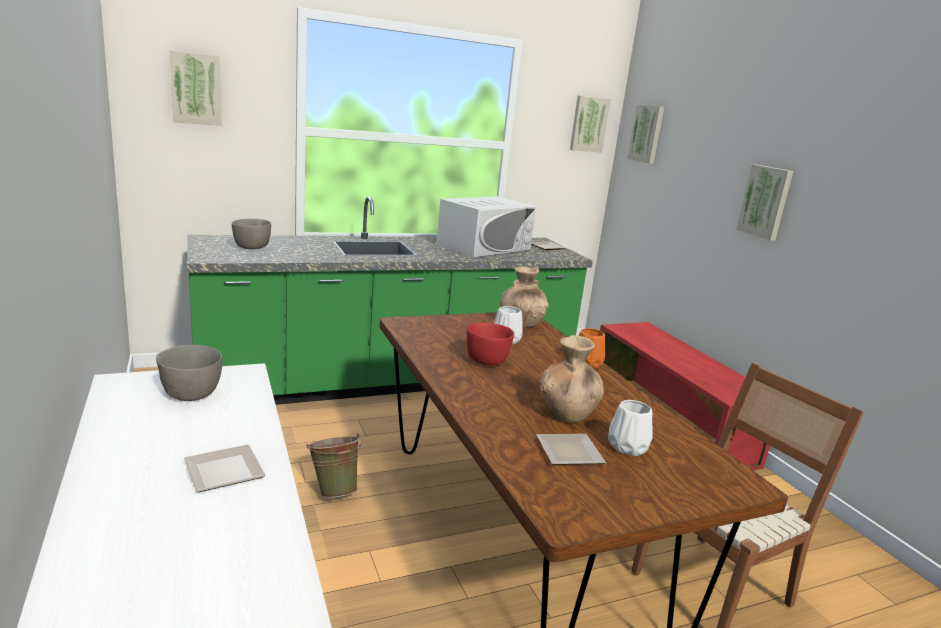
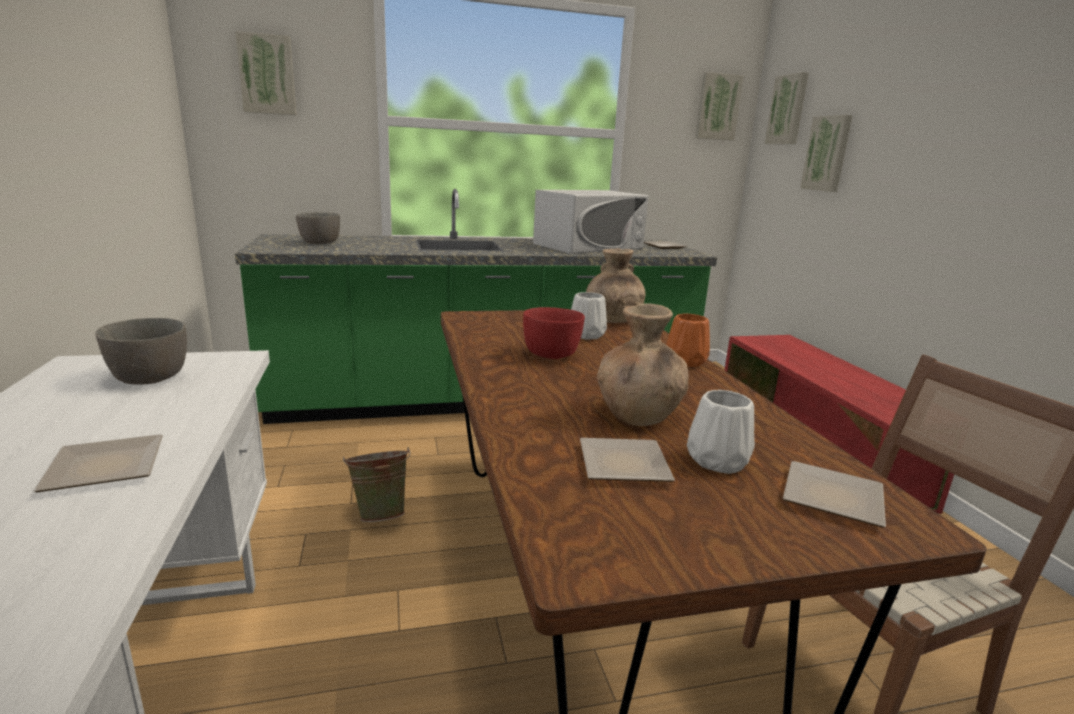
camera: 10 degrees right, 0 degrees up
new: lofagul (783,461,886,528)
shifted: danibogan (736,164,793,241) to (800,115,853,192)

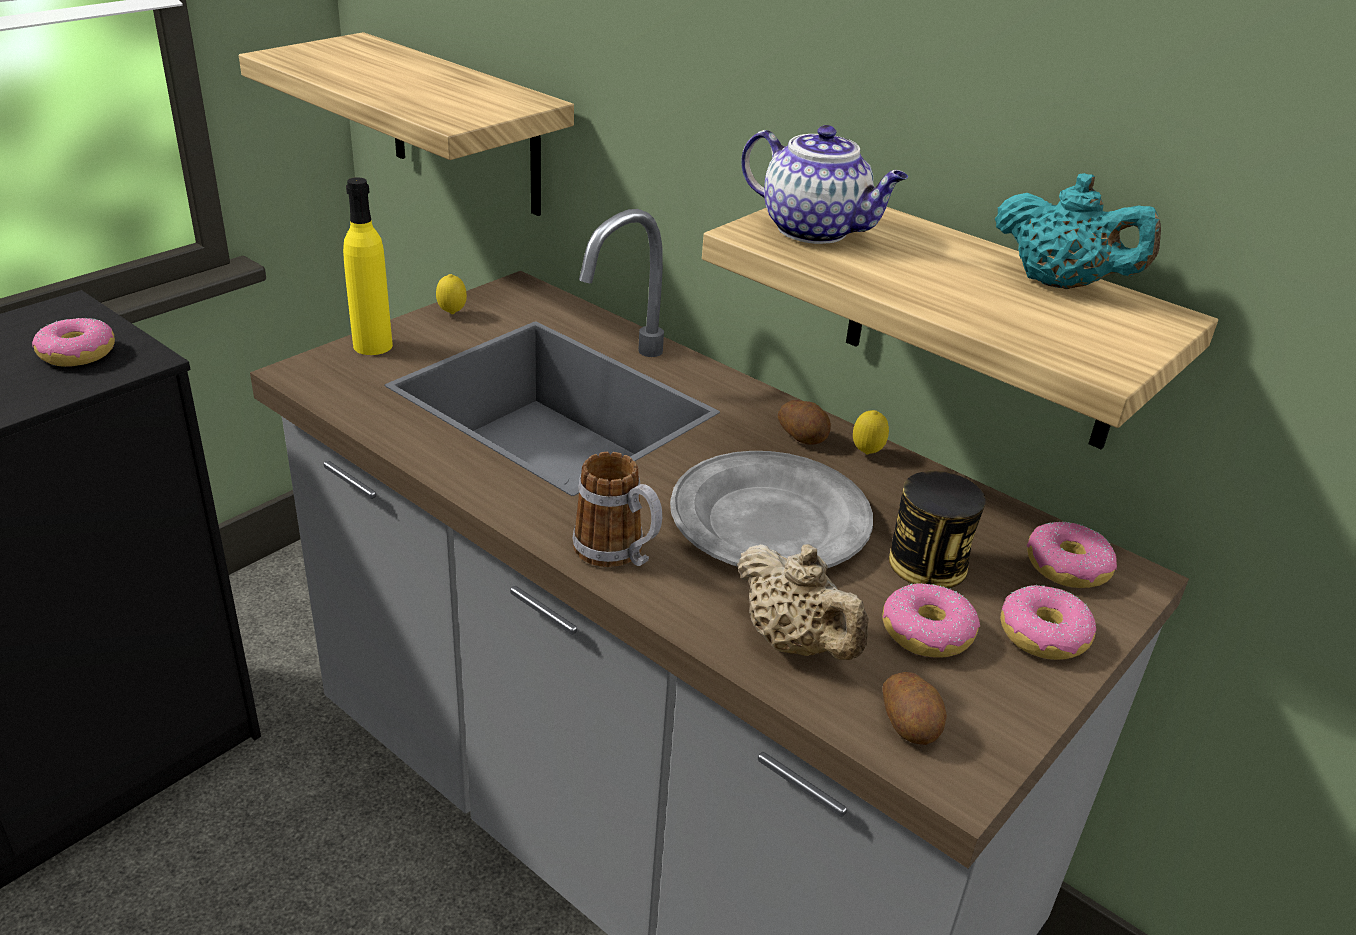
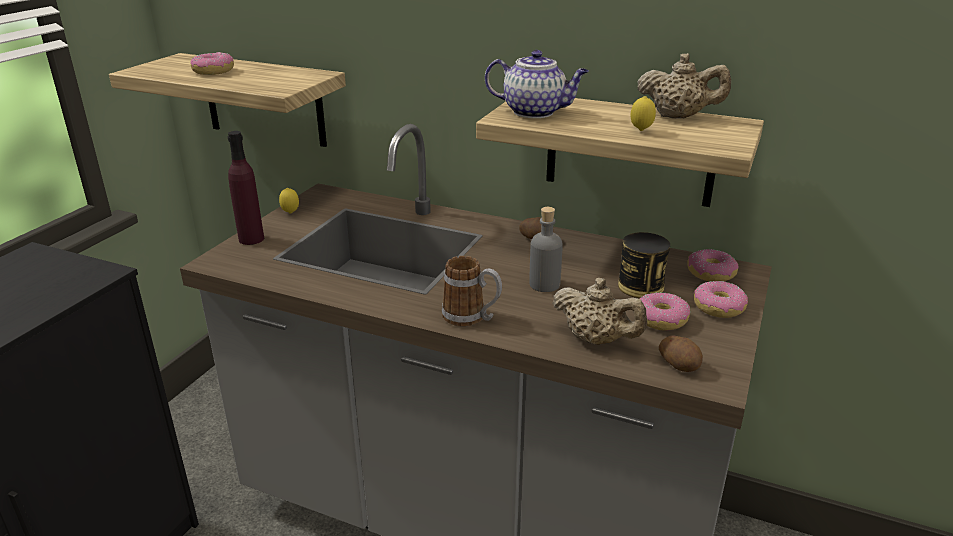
camera: 15 degrees left, 5 degrees down
shifted: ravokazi (32,318,115,367) to (190,52,234,75); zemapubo (853,410,889,455) to (631,96,656,131)
swapped: grey_lofagul (670,451,873,568) to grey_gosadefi (529,207,563,292)
repainted: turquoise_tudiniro (995,173,1161,289) to beige_tudiniro (637,53,731,119); yellow_gosadefi (343,177,393,355) to purple_gosadefi (228,131,264,245)

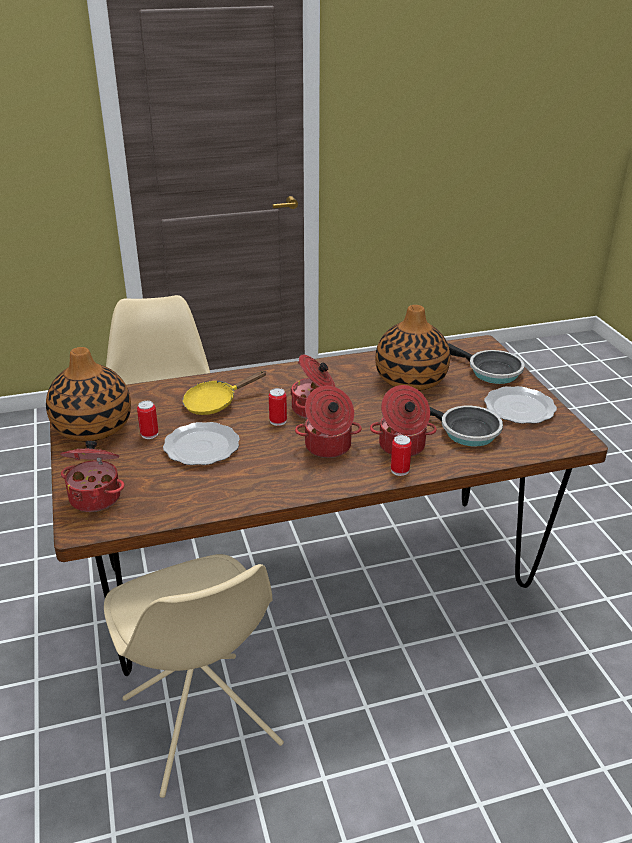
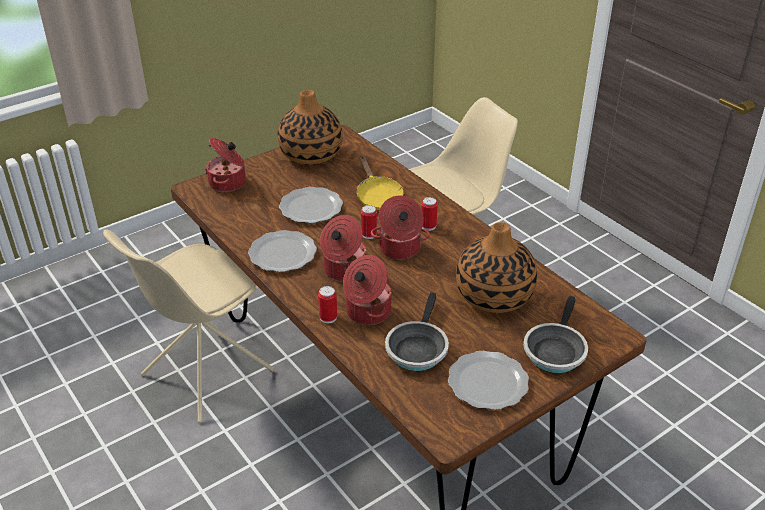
camera: 70 degrees right, 5 degrees up
new: lofagul (248,230,317,272)
shifted: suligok (137,401,159,439) to (421,197,438,231)
rotated: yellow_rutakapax (182,371,267,415) = (357,155,403,210) 150 degrees counterclockwise

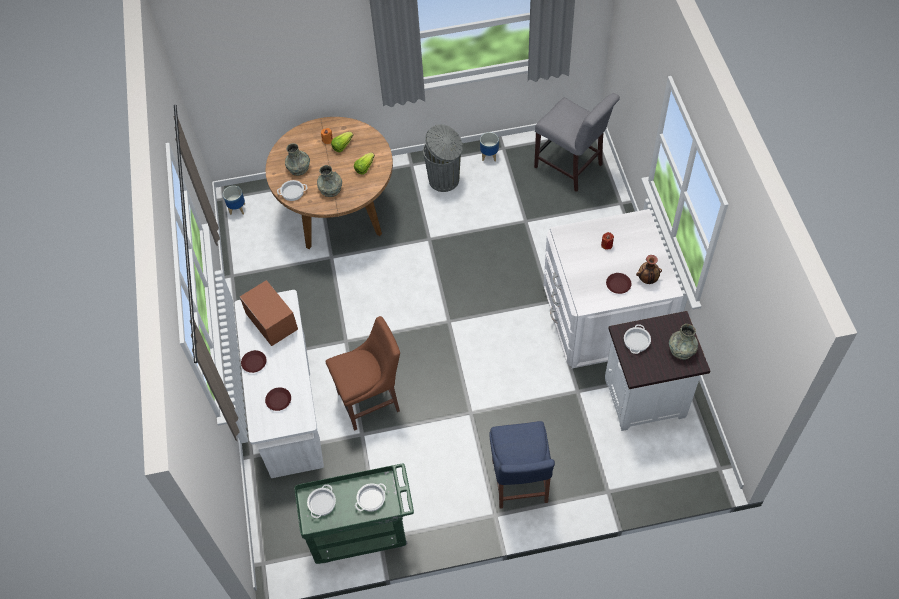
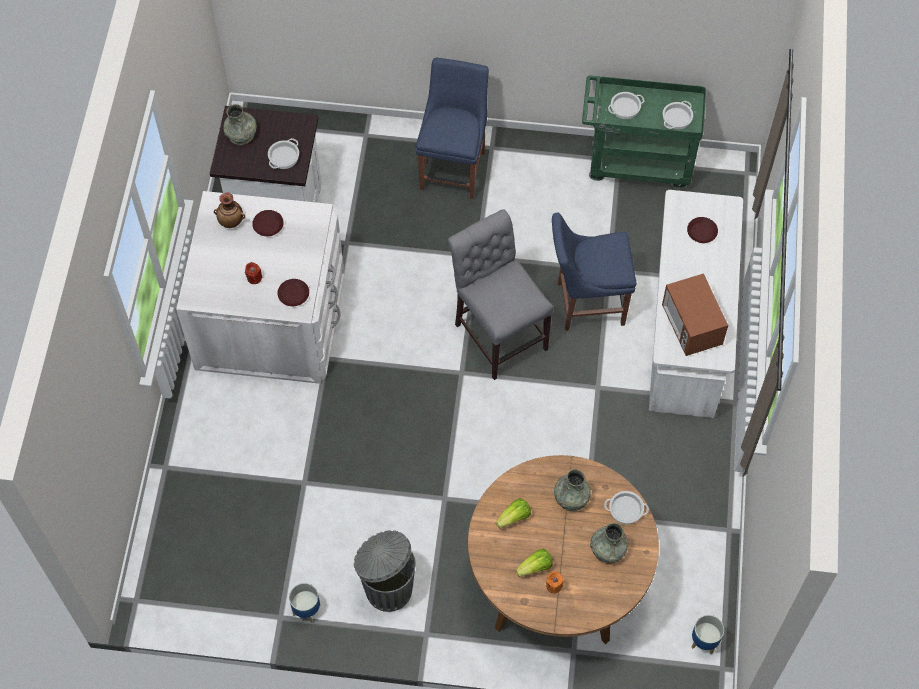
camera: 165 degrees left, 5 degrees up
shifted: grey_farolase (534,93,620,192) to (448,209,554,380); brown_lofagul (241,350,267,373) to (278,279,309,306)
repainted: brown_farolase (326,316,400,431) to blue_farolase (552,213,636,331)

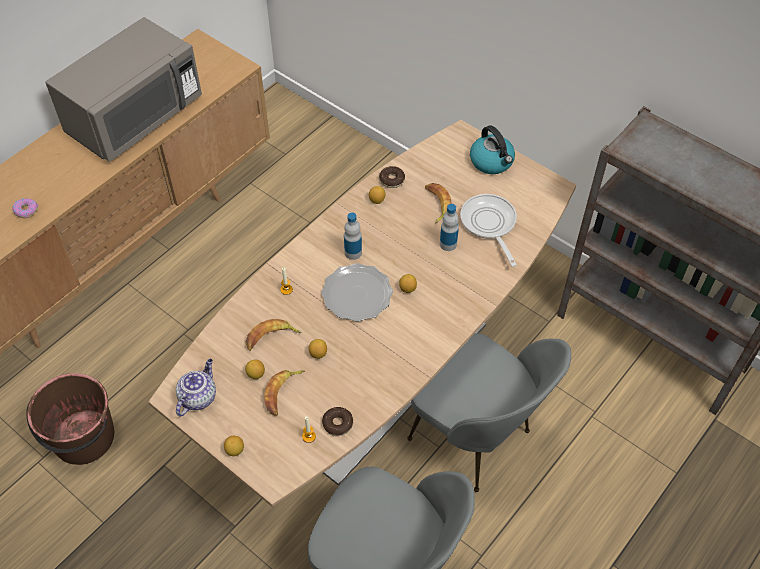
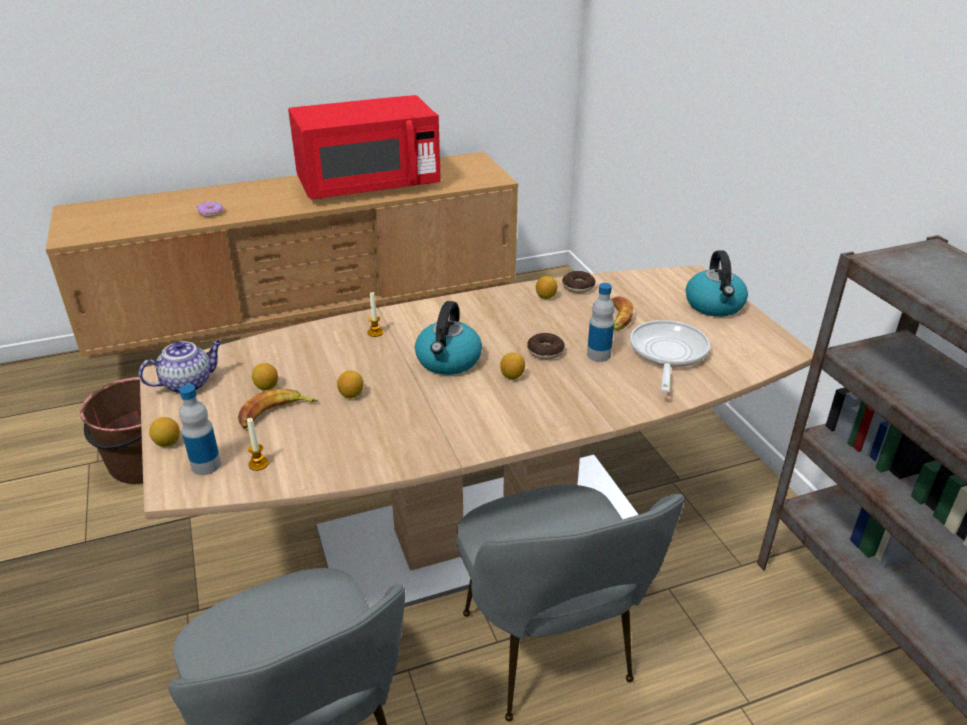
camera: 30 degrees right, 20 degrees down
gone: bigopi (246,319,302,351)
shifted: gosadefi (344,212,362,260) to (179,384,221,475); ravokazi (322,407,353,436) to (527,333,565,359)
swapped: lofagul (321,263,393,322) to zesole (415,301,482,375)
repainted: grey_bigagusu (45,17,202,162) to red_bigagusu (288,95,441,199)

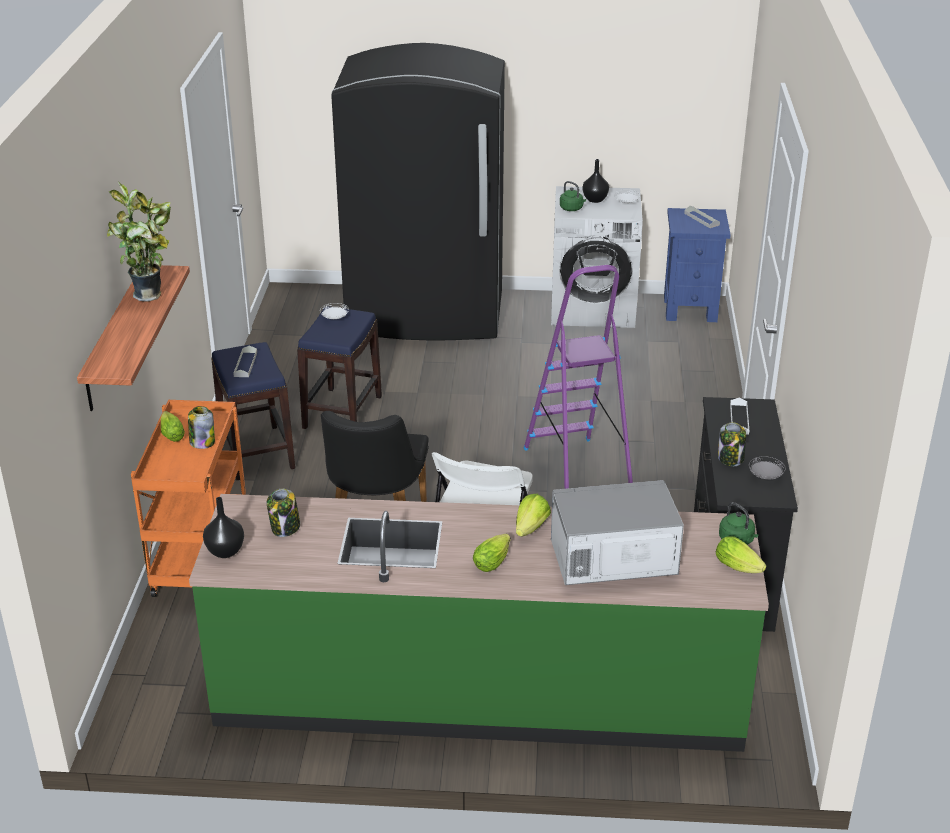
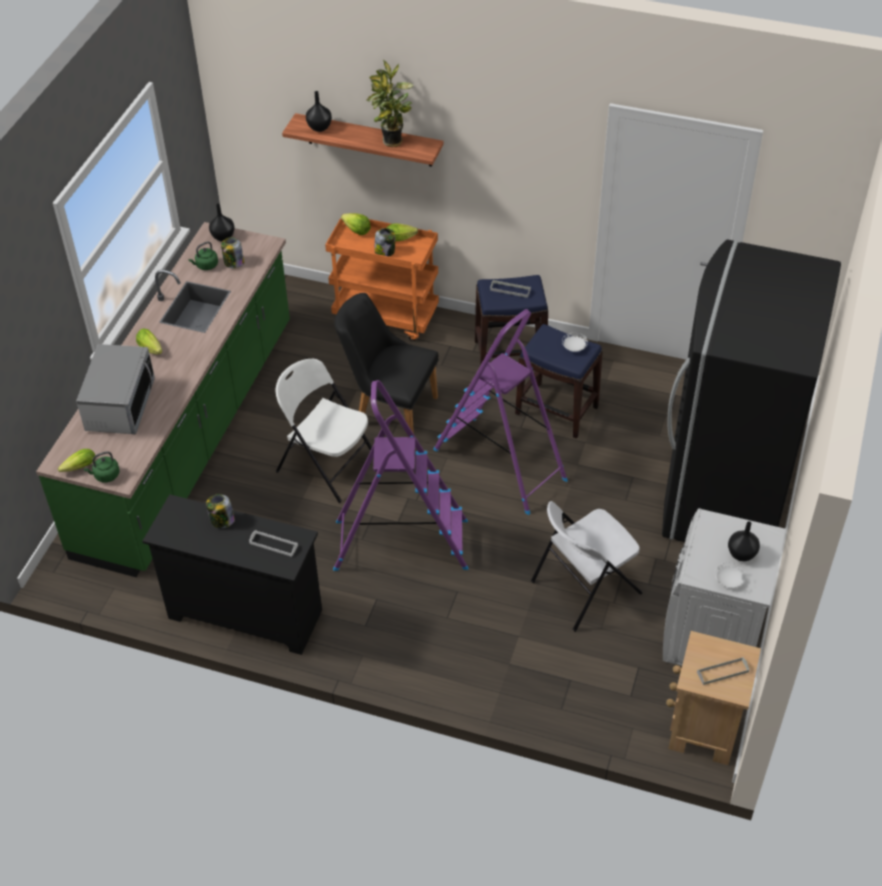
camera: 105 degrees right, 15 degrees up
gone: grey_lofagul (749,456,785,479)
new: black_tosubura (306,91,332,132); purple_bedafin (433,309,568,515); white_farolase (531,501,642,632)
shifted: green_zesole (560,181,586,211) to (189,242,218,270); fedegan (516,494,551,537) to (341,213,371,235)
repainted: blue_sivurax (664,208,731,322) to beige_sivurax (666,631,761,765)

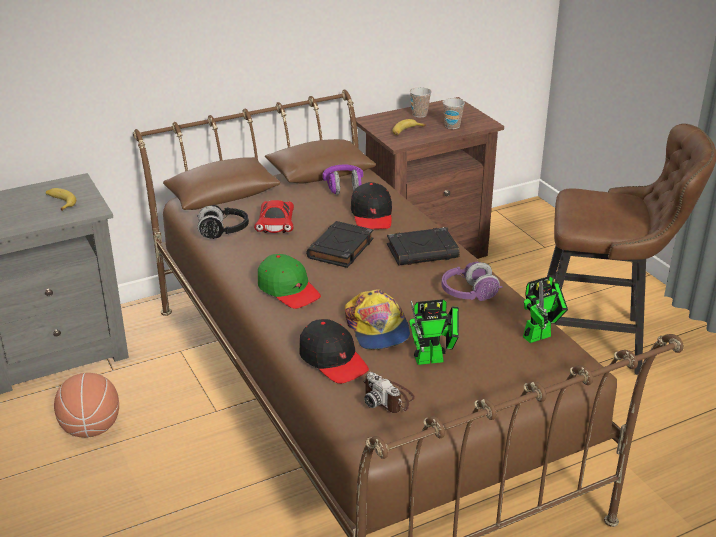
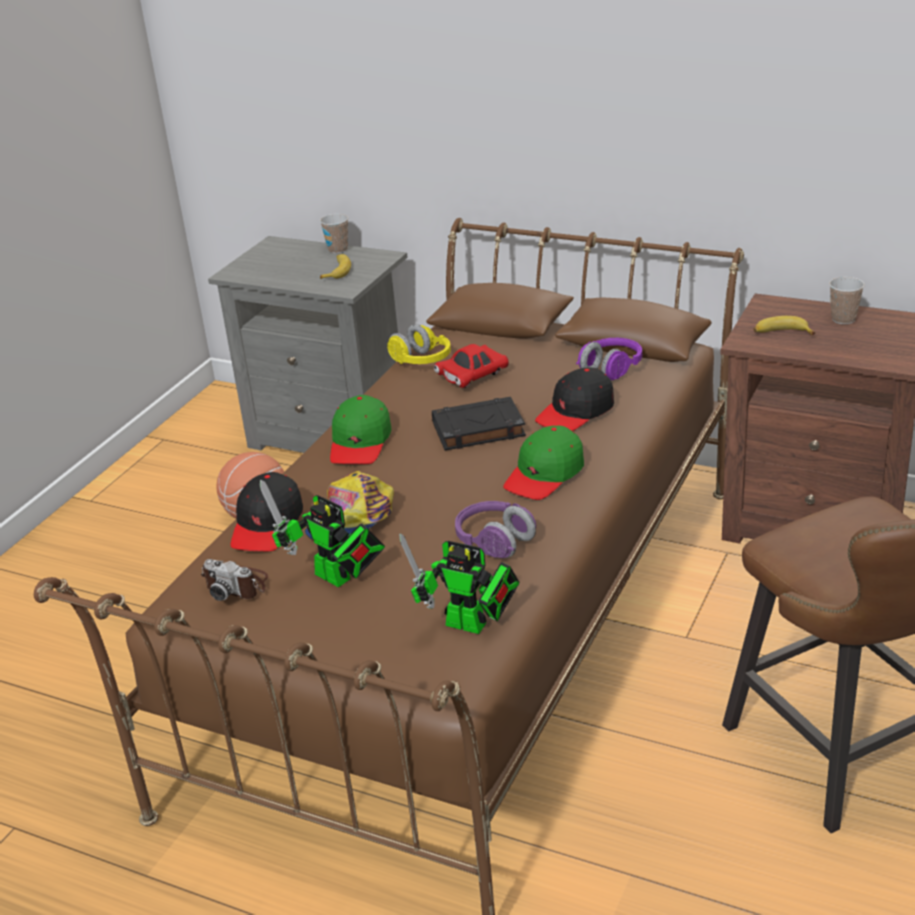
camera: 55 degrees right, 0 degrees up
shifted: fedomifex (443,98,465,129) to (320,214,348,254)
swapped: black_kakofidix (387,227,460,266) to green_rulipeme (503,426,584,500)
repainted: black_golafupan (197,205,249,239) to yellow_golafupan (387,324,451,364)
rotated: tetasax (363,372,415,413) = (201,559,268,601) 75 degrees counterclockwise

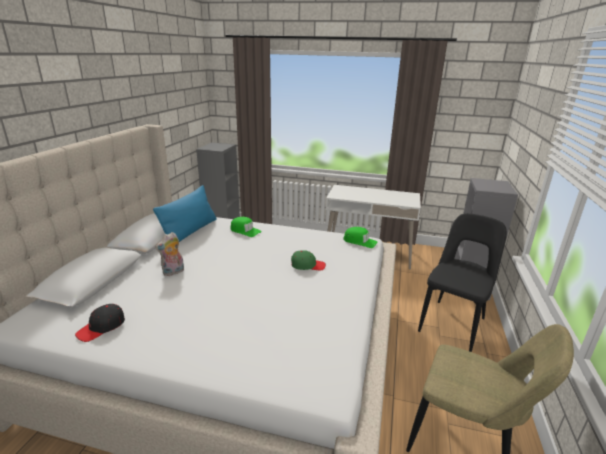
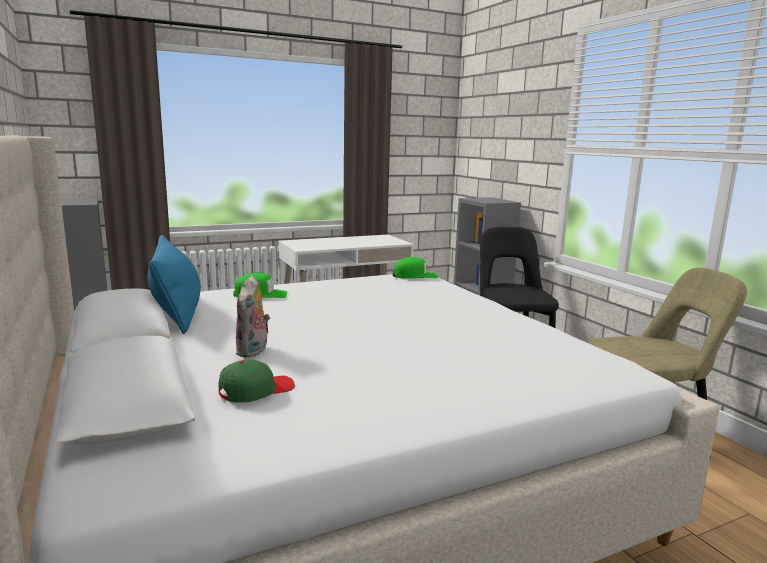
camera: 40 degrees left, 10 degrees down
gone: black_rulipeme (75,304,125,342)
shifted: green_rulipeme (291,250,326,270) to (219,359,295,403)

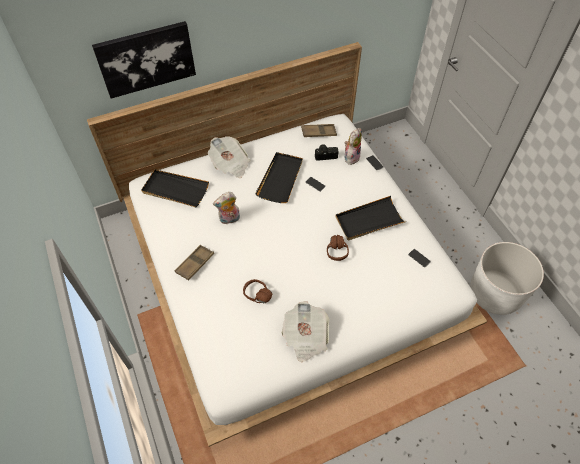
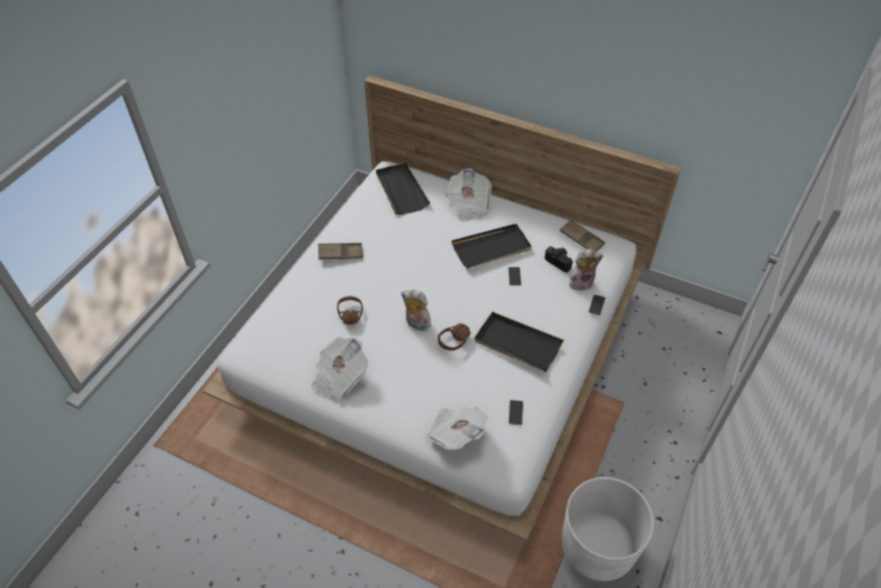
camera: 50 degrees right, 5 degrees down
gone: danibogan (92,21,196,99)
new: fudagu (426,407,488,450)
shifted: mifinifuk (213,192,240,224) to (401,290,431,331)

